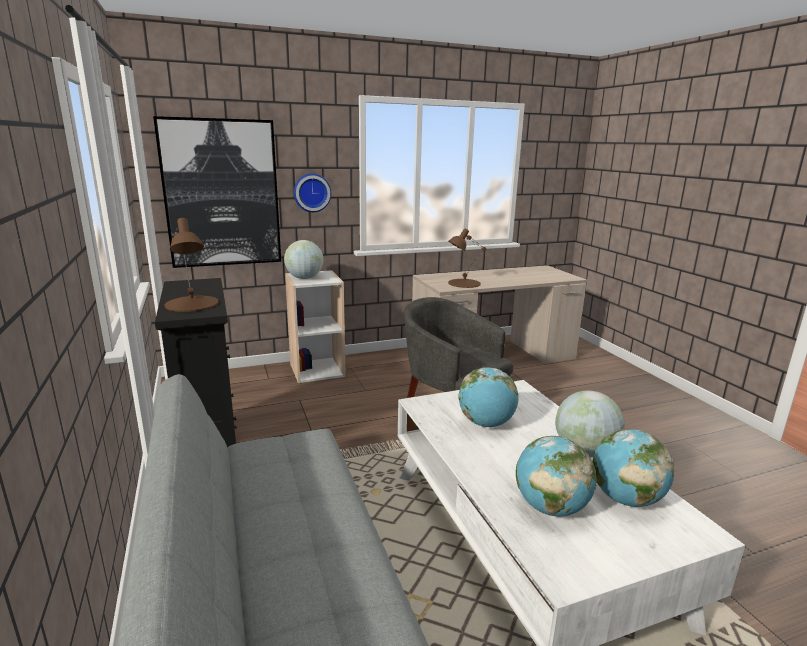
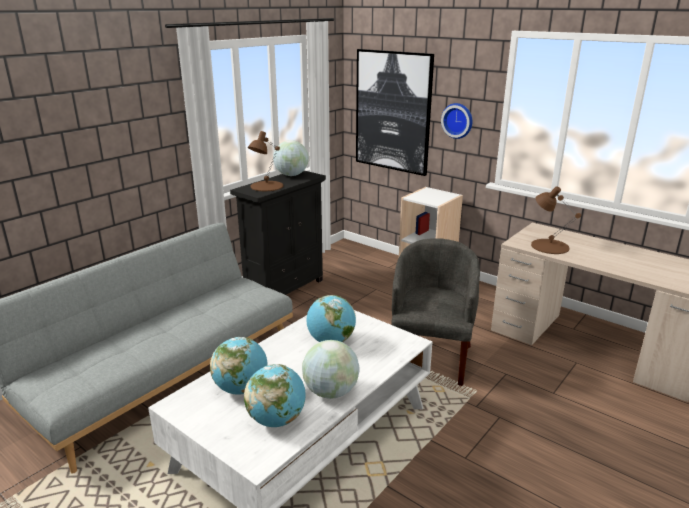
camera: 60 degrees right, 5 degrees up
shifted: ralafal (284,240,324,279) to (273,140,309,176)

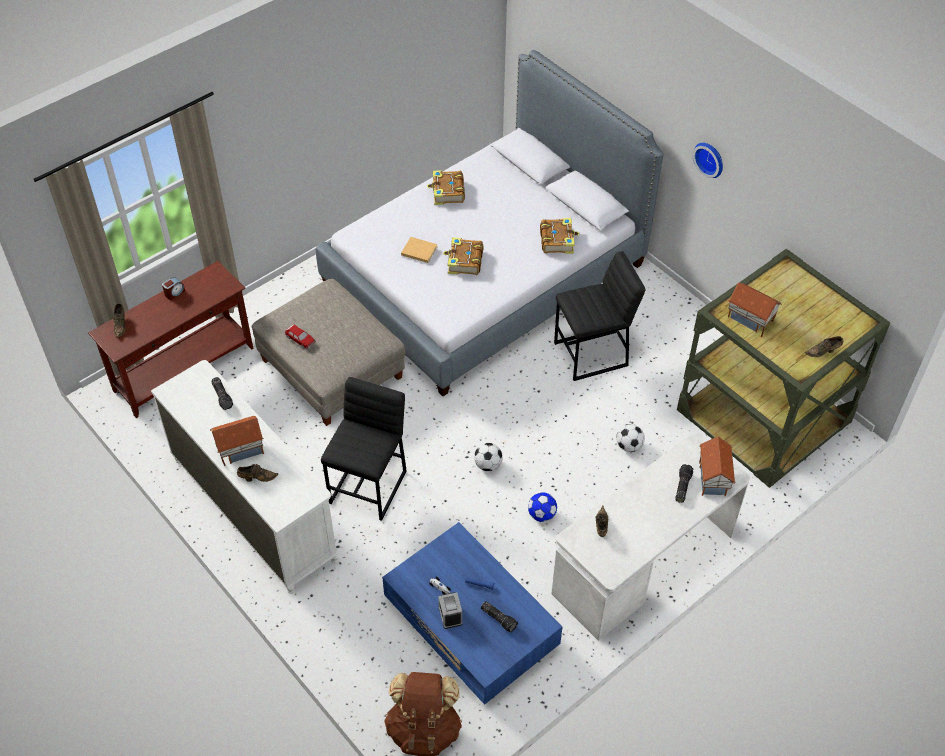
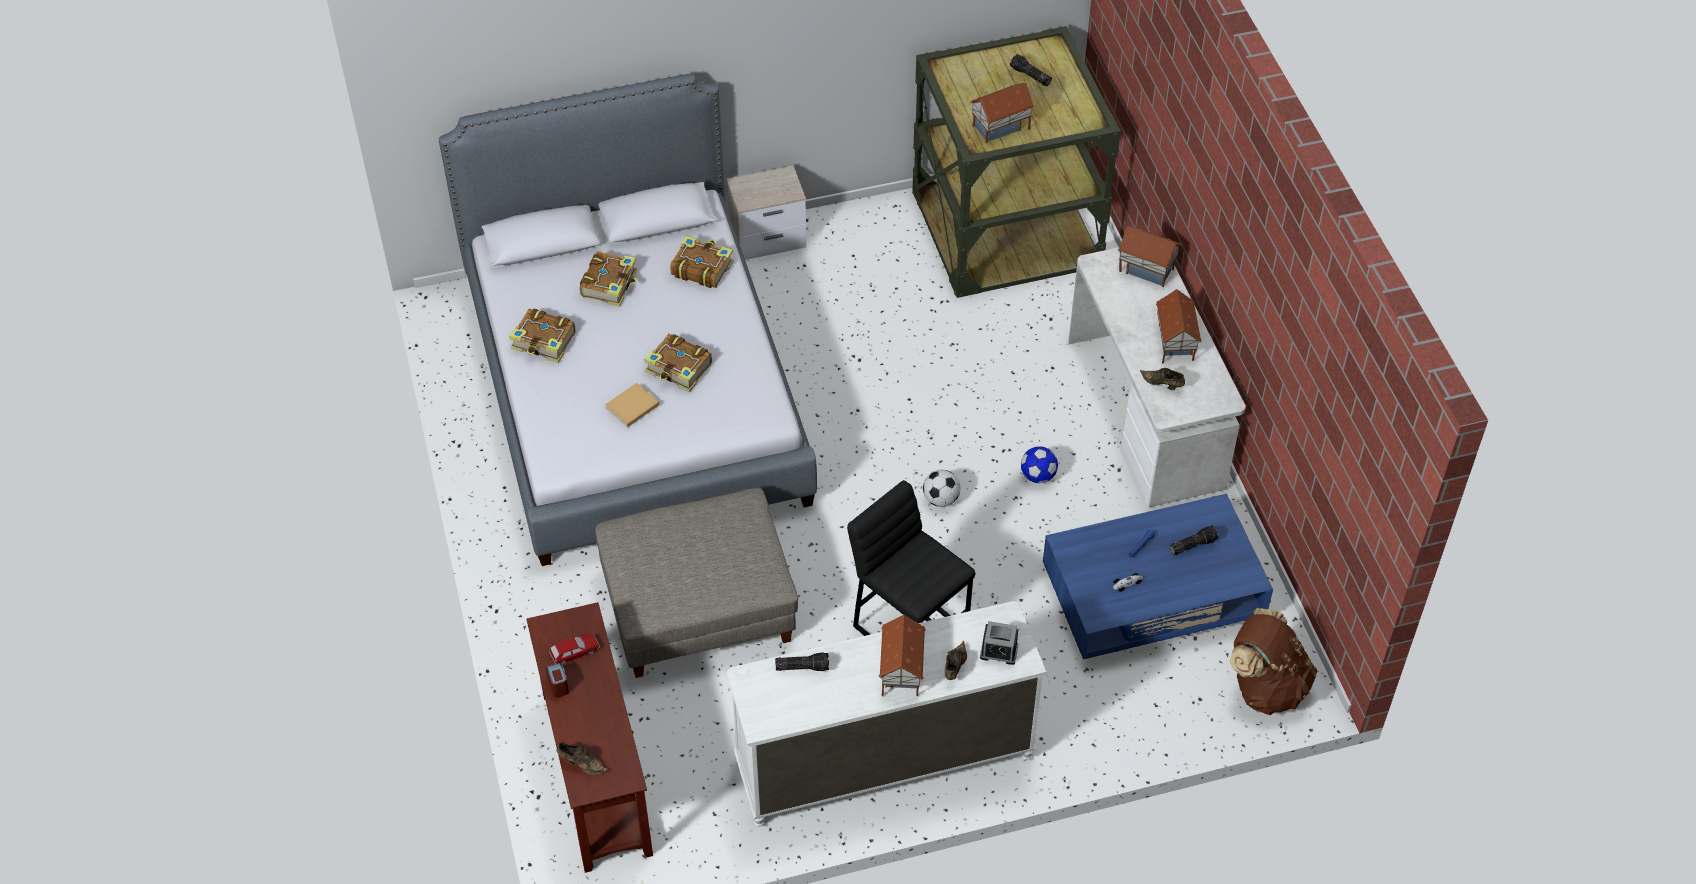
camera: 65 degrees left, 0 degrees up
gone: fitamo (693,143,723,178); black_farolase (554,251,645,381); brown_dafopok (805,336,843,357); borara (616,424,645,452)
new: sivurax (727,166,806,260); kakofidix (580,251,637,307); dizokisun (1156,289,1202,363)
shifted: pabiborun (285,324,316,349) to (549,633,600,666); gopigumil (675,464,693,503) to (1010,54,1052,86); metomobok (438,592,463,629) to (980,621,1018,665)

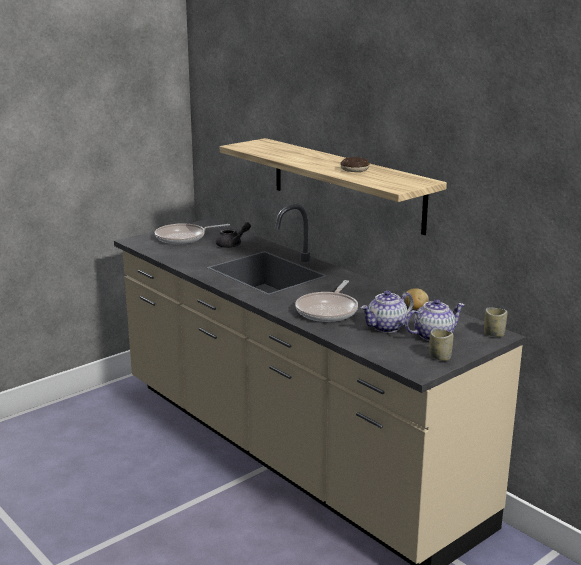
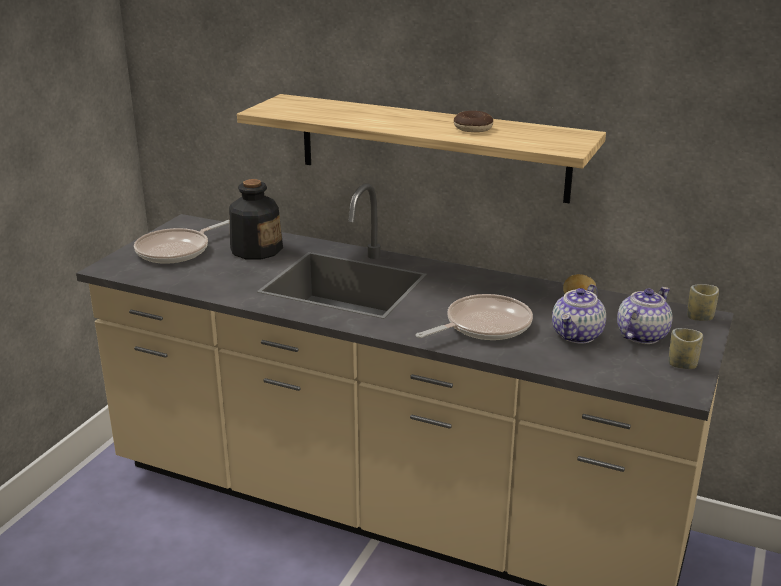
camera: 25 degrees left, 5 degrees up
swapped: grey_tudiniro (216,222,251,248) to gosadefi (229,179,283,260)
rotated: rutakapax (295,280,358,322) = (416,294,533,340) 120 degrees counterclockwise

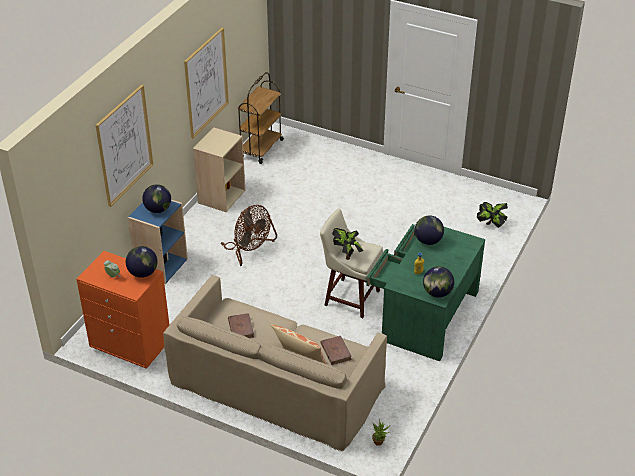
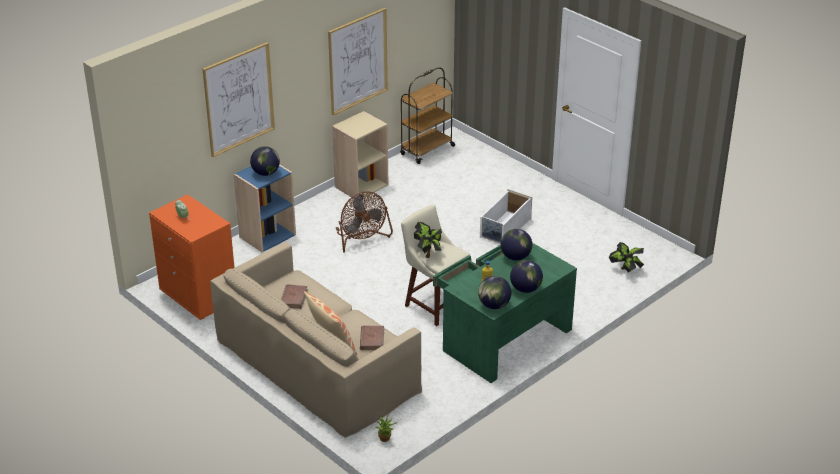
camera: 20 degrees right, 5 degrees down
new: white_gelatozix (480,189,532,244)
shifted: ralafal (126,246,157,278) to (510,260,543,293)

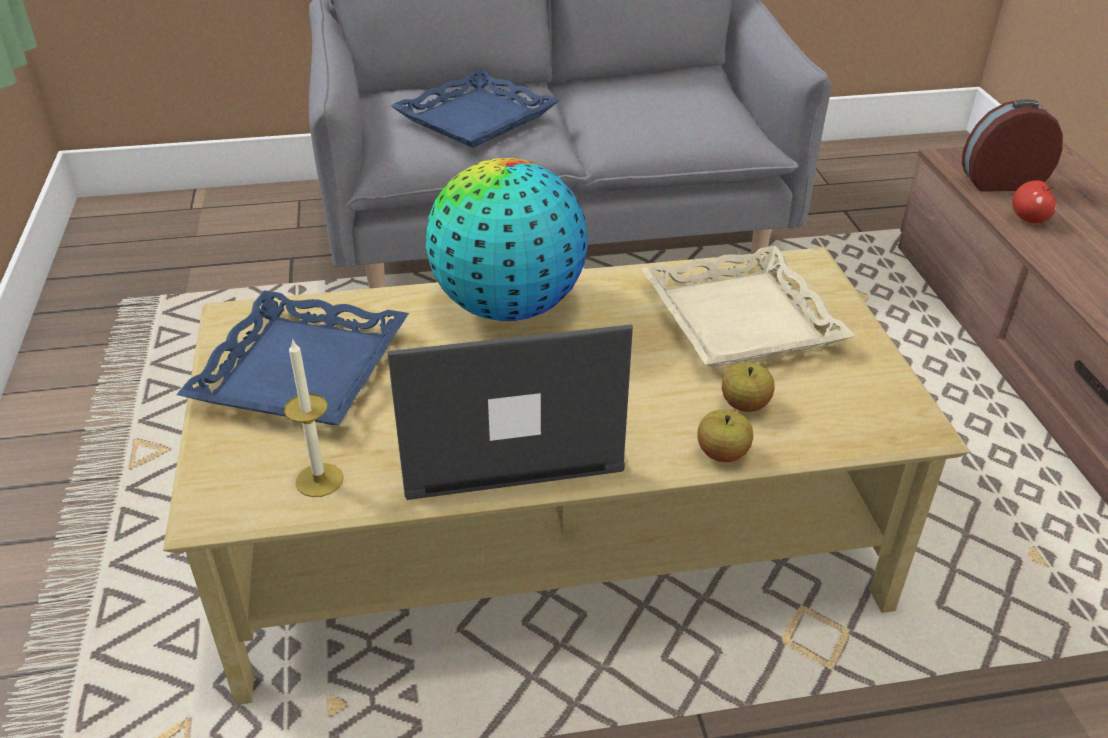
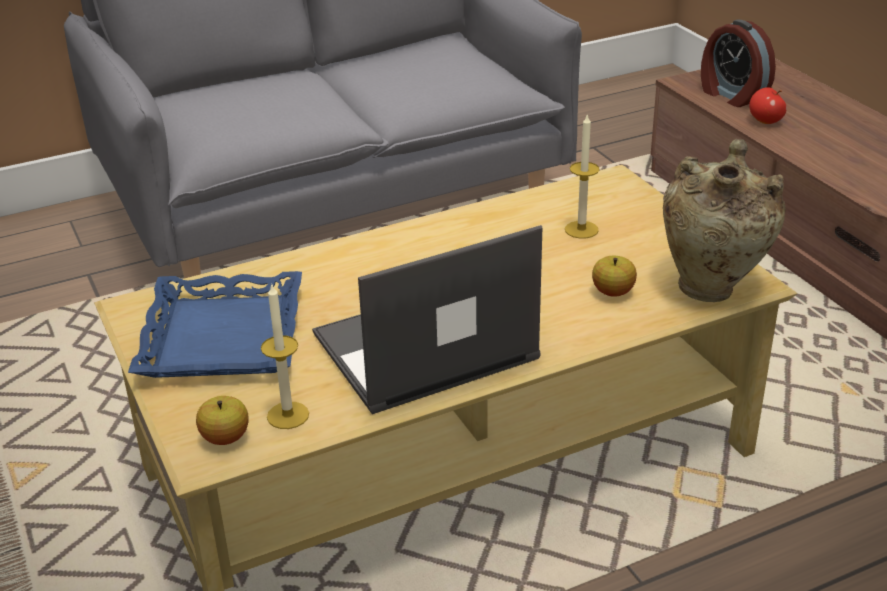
camera: 15 degrees left, 5 degrees down
gone: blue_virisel (391,69,560,148); ralafal (426,158,588,321)
new: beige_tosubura (663,139,786,302)
shifted: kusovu (697,410,753,462) to (196,396,249,445)
swapped: beige_virisel (641,246,855,367) to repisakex (565,113,600,239)
rotated: metomobok (962,99,1063,192) = (701,19,776,107) 105 degrees counterclockwise

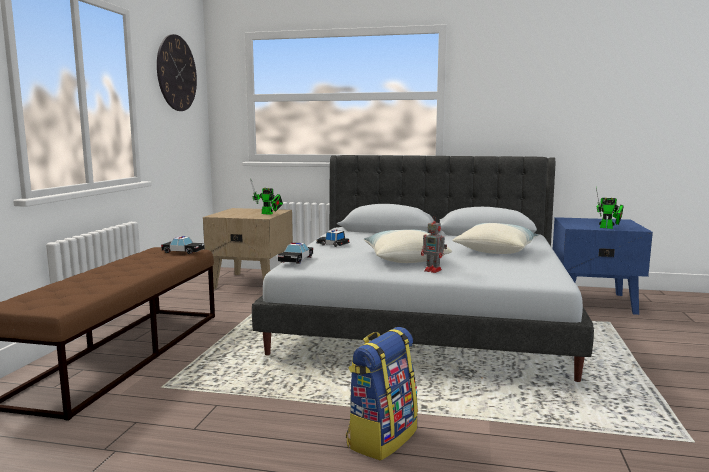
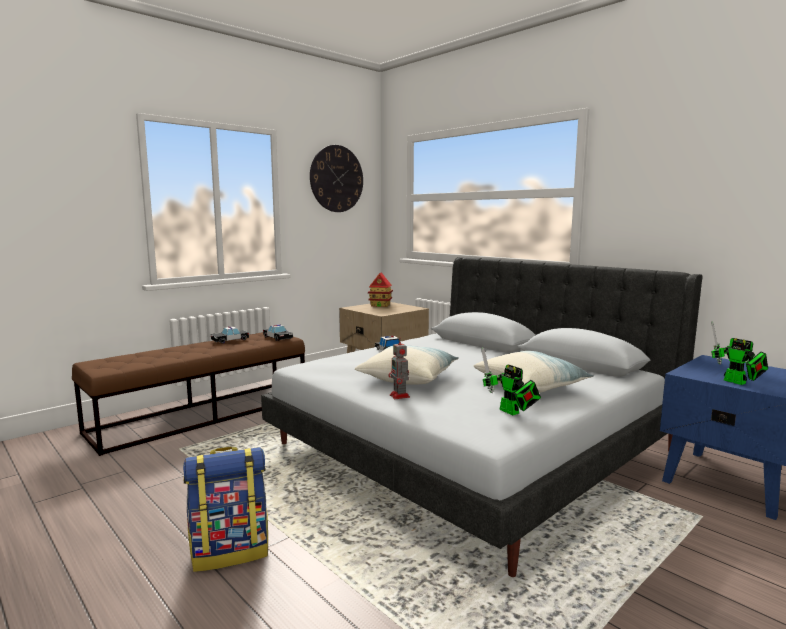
camera: 35 degrees right, 0 degrees up
new: dizokisun (368,272,393,307)
shifted: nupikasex (250,178,283,215) to (481,347,541,415); pabiborun (278,242,313,264) to (211,327,249,343)

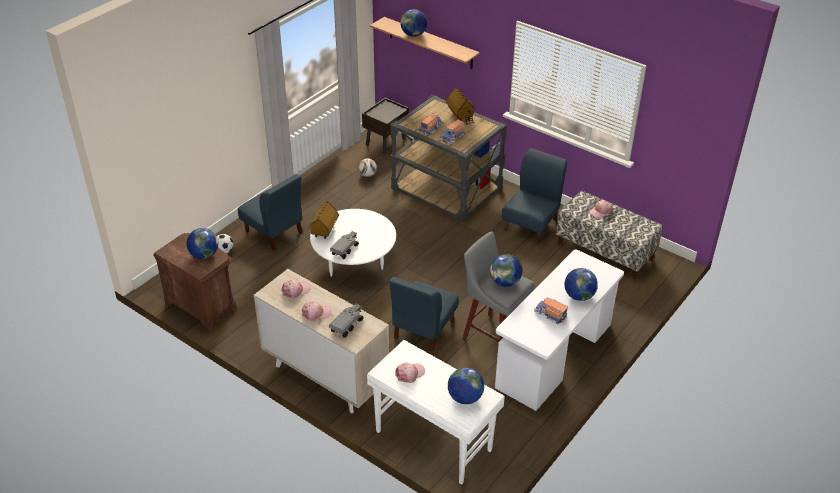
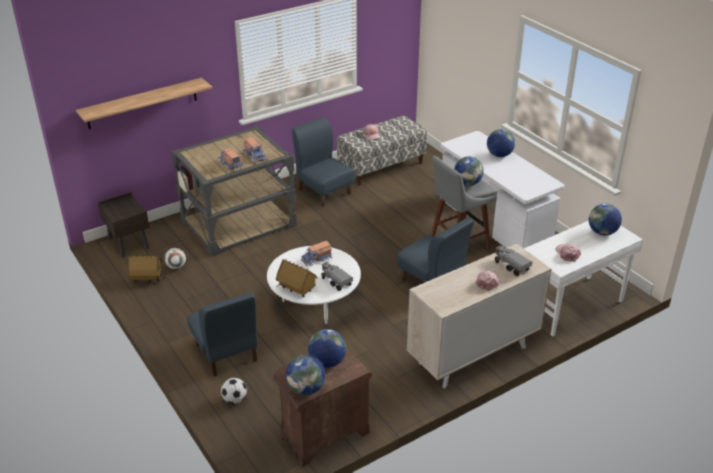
camera: 70 degrees left, 5 degrees down
gone: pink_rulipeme (281,280,311,298)
shifted: ralafal (400,9,427,37) to (286,355,326,395); dizokisun (446,87,476,124) to (128,255,167,283); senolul (534,297,568,324) to (301,241,332,266)
rotated: blue_farolase (238,174,302,251) = (187,292,258,377) 90 degrees clockwise

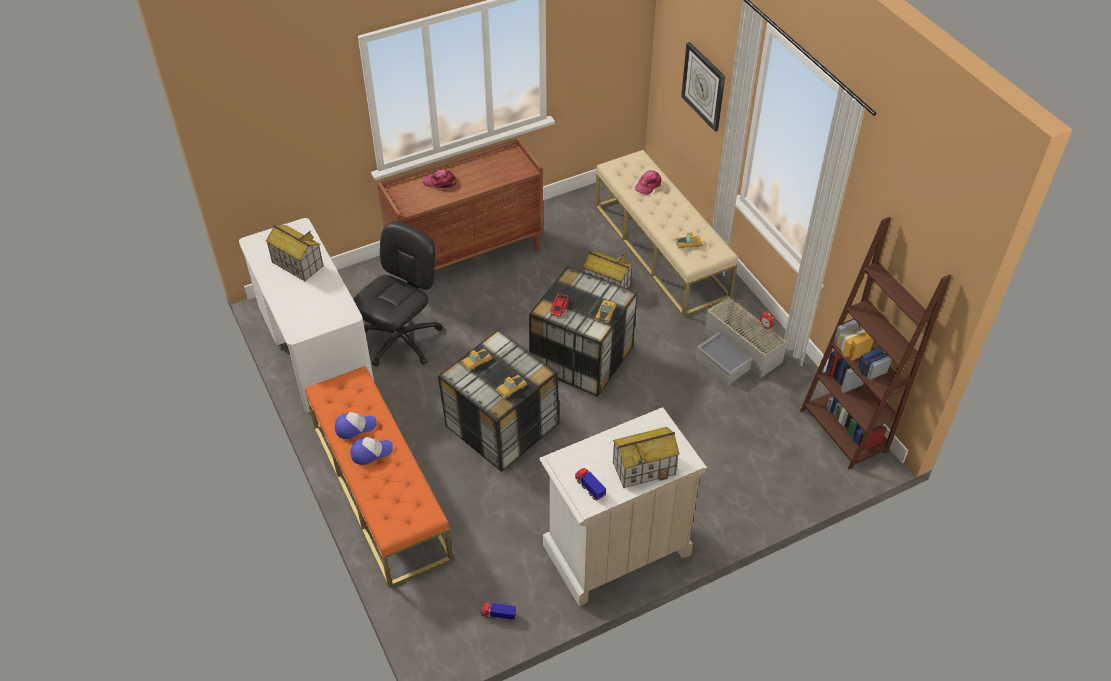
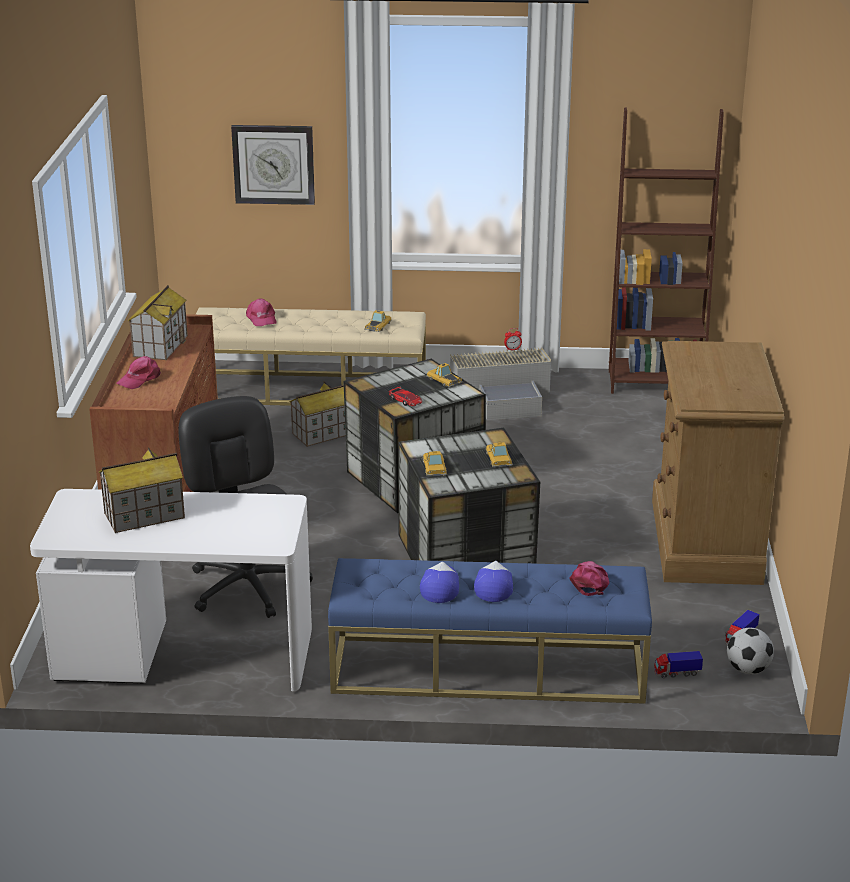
camera: 60 degrees left, 20 degrees down
new: pink_rulipeme (570,561,609,596); borara (727,628,774,674)
shifted: dizokisun (613,427,680,488) to (128,285,188,360); senolul (575,468,606,501) to (654,651,703,678)
repainted: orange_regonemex (305,366,453,588) to blue_regonemex (328,558,652,704); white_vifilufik (539,407,708,607) to brown_vifilufik (652,341,784,585)

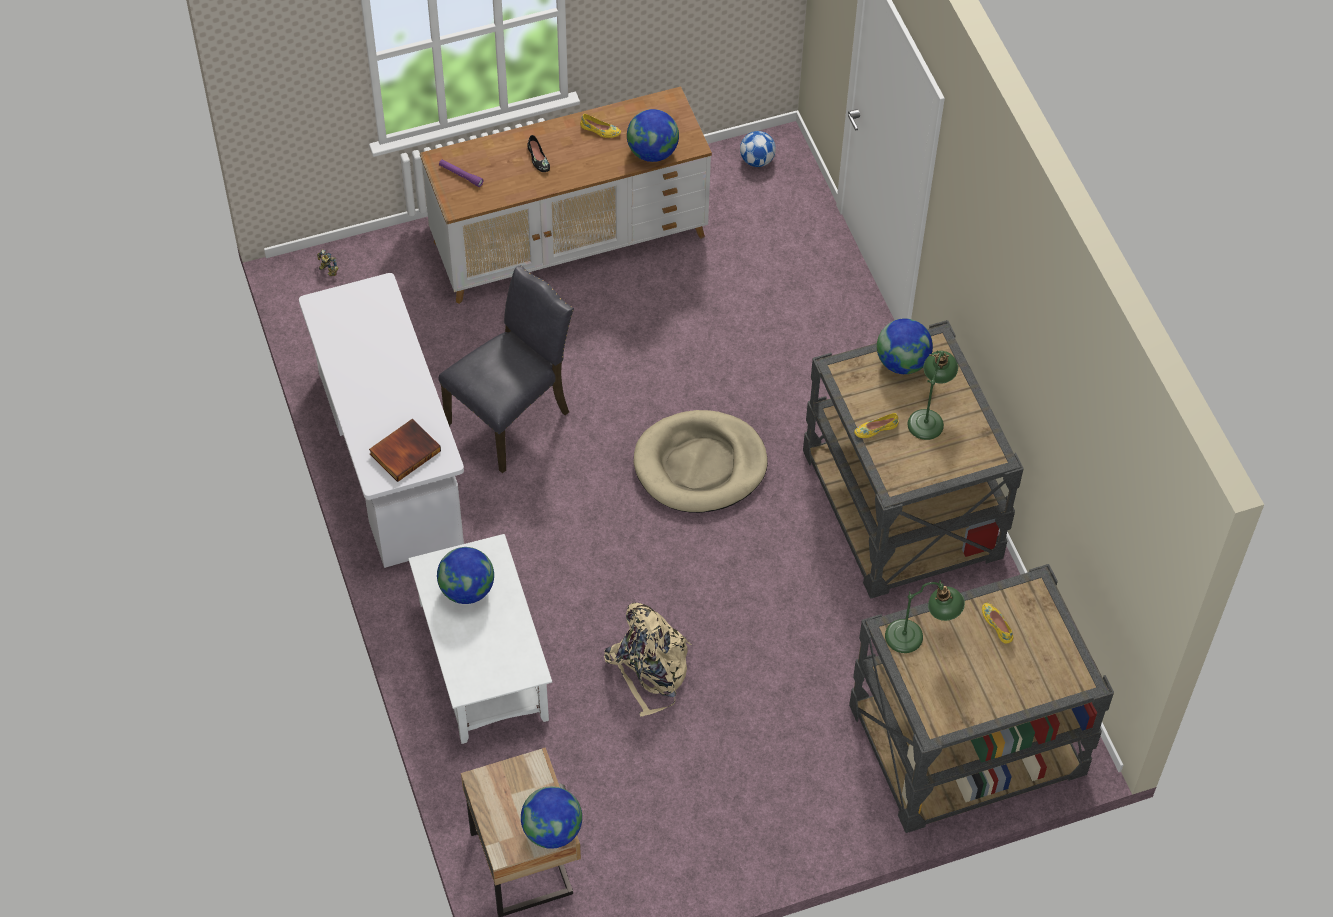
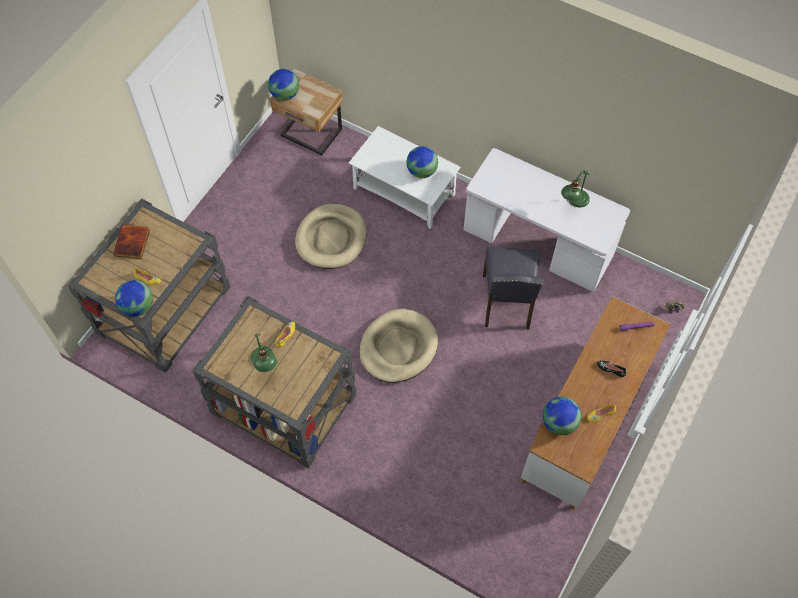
camera: 140 degrees right, 5 degrees up
gone: borara (740,131,776,167)
shifted: ralafal (877,318,933,374) to (115,280,153,317); kakofidix (369,419,441,482) to (113,225,150,259); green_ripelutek (885,580,965,653) to (561,170,590,207)
swapped: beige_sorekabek (604,603,692,717) to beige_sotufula (295,204,366,269)

